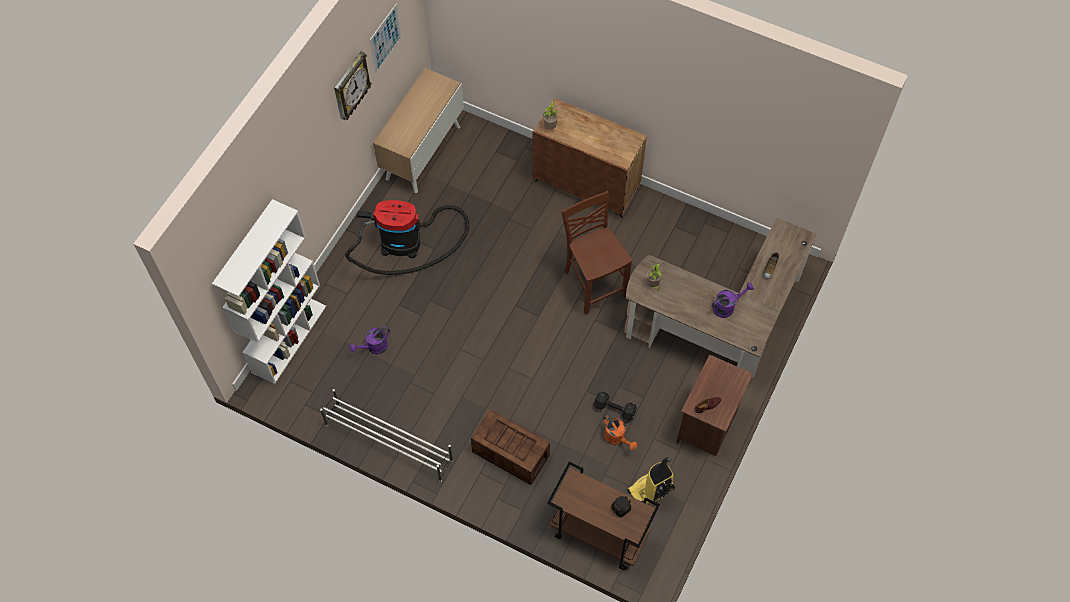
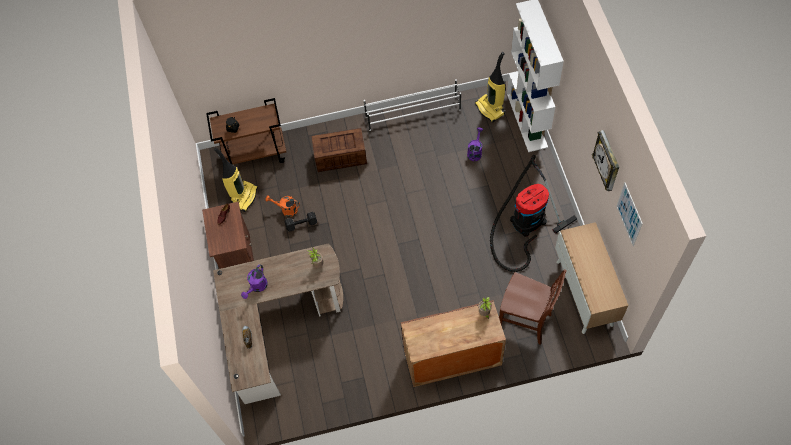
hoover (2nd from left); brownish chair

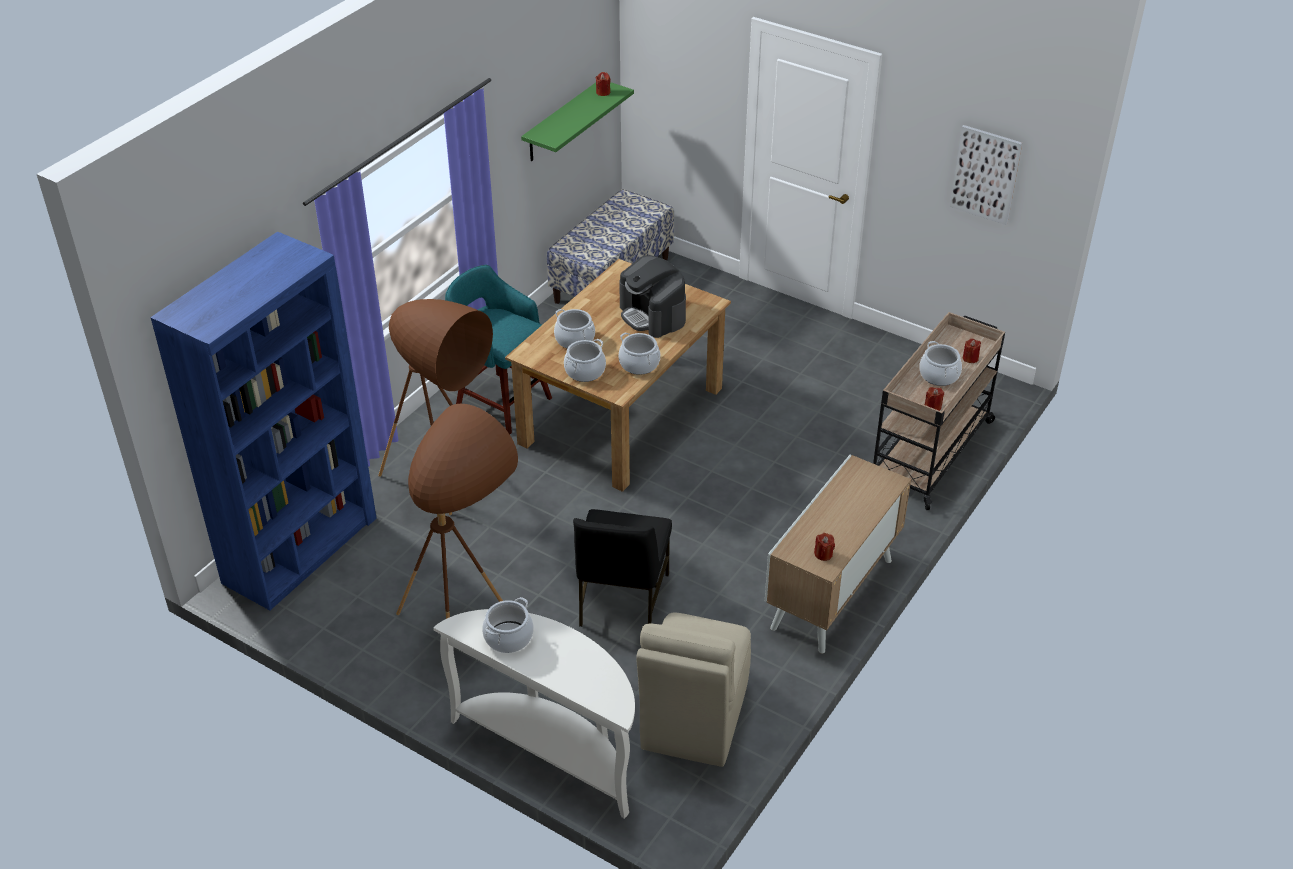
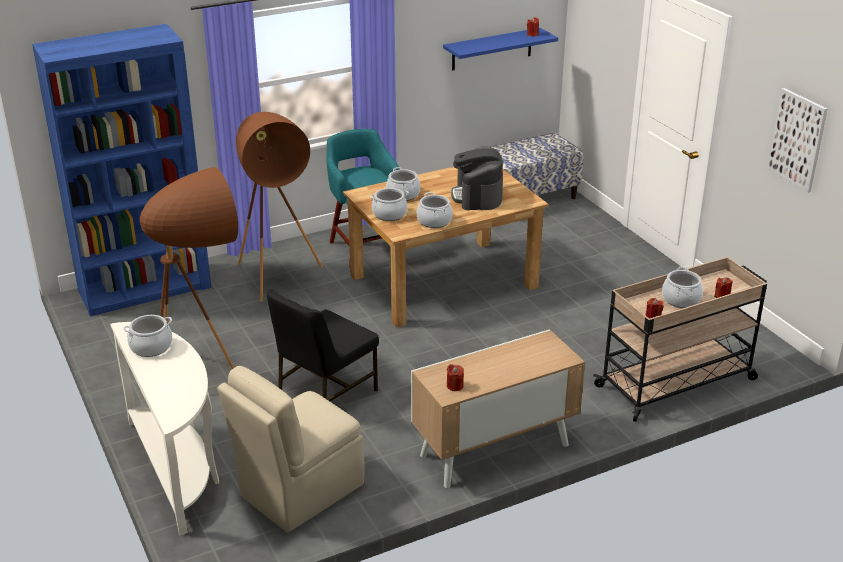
bluish bracket shelf

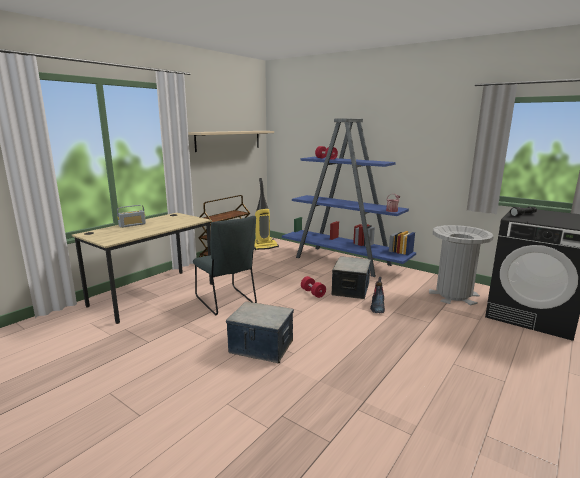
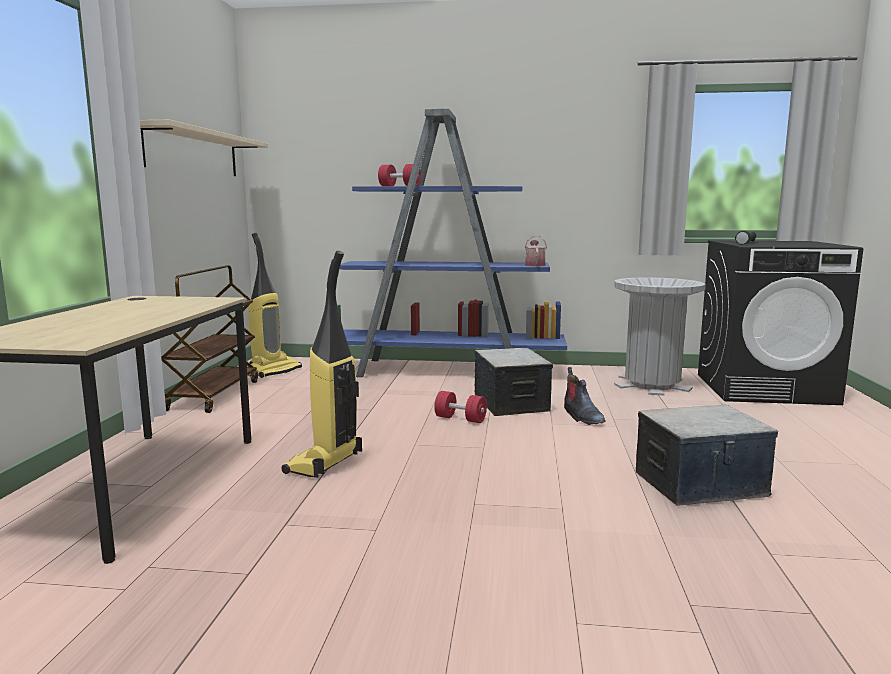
hoover (2nd from left); storage box (2nd from left); radio receiver

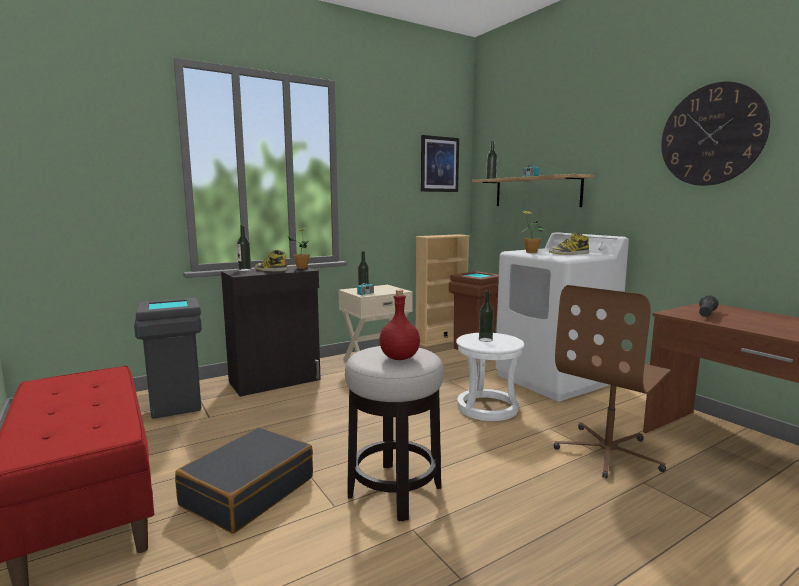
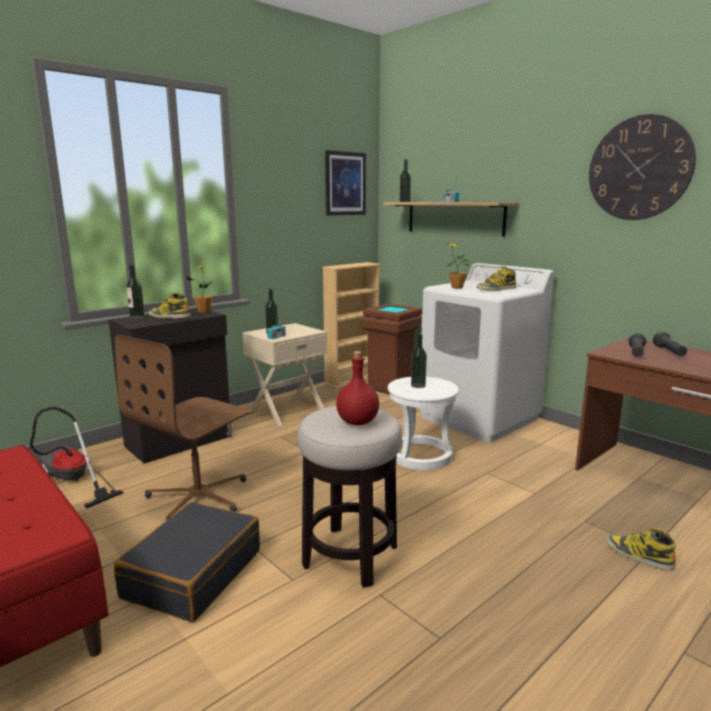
hoover; brownish computer chair; high-top boot (3rd from left); black-coloured flashlight (2nd from left)

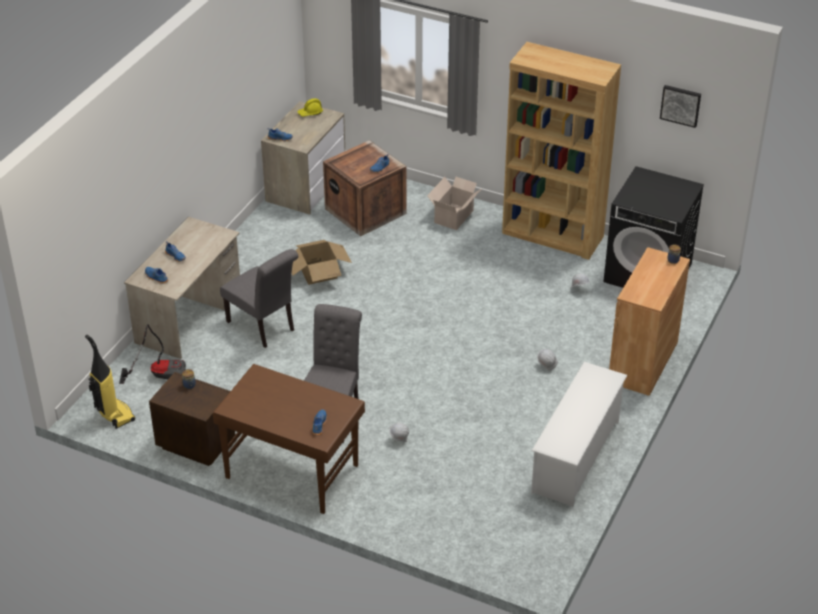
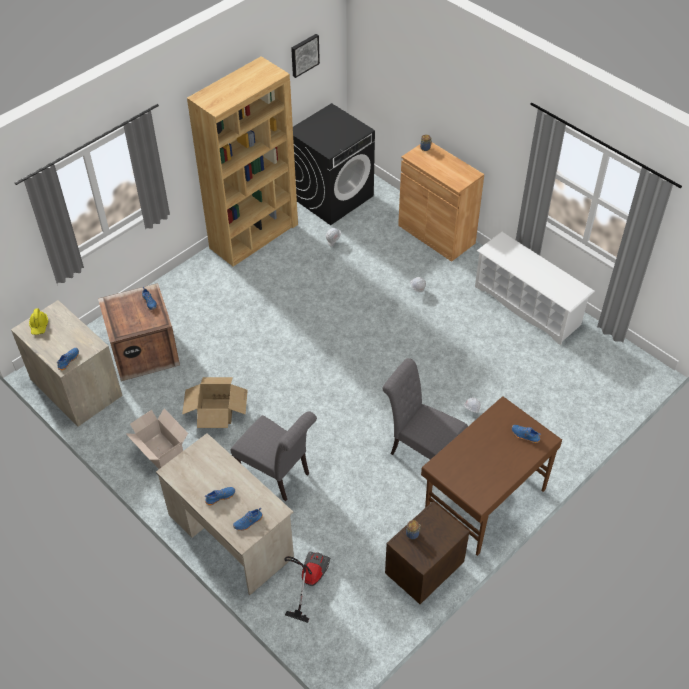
carton (1st from left); gray chair (1st from left); hoover (1st from left in the first image)

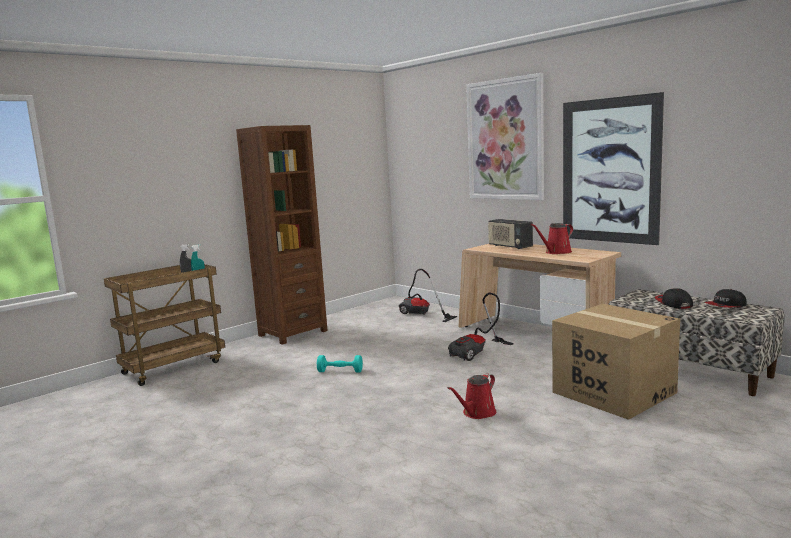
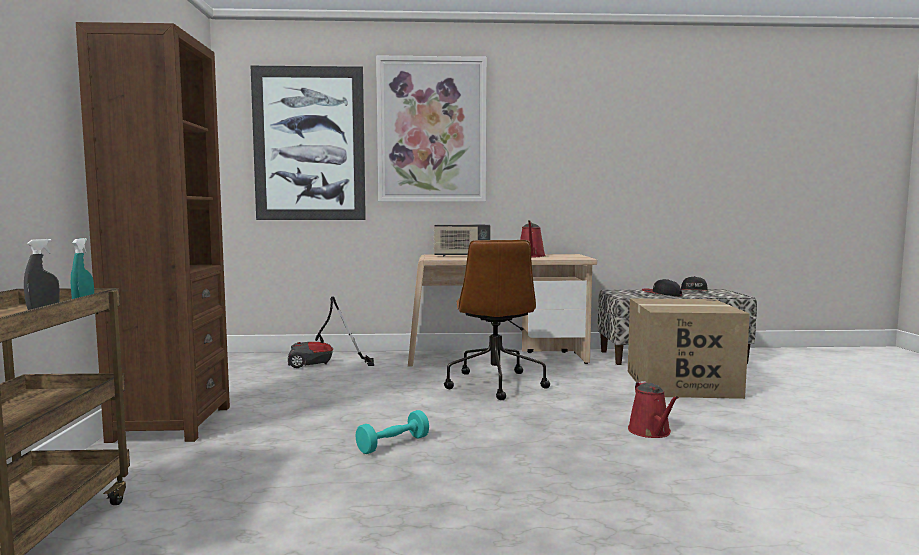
wall picture (1st from left); brownish computer chair

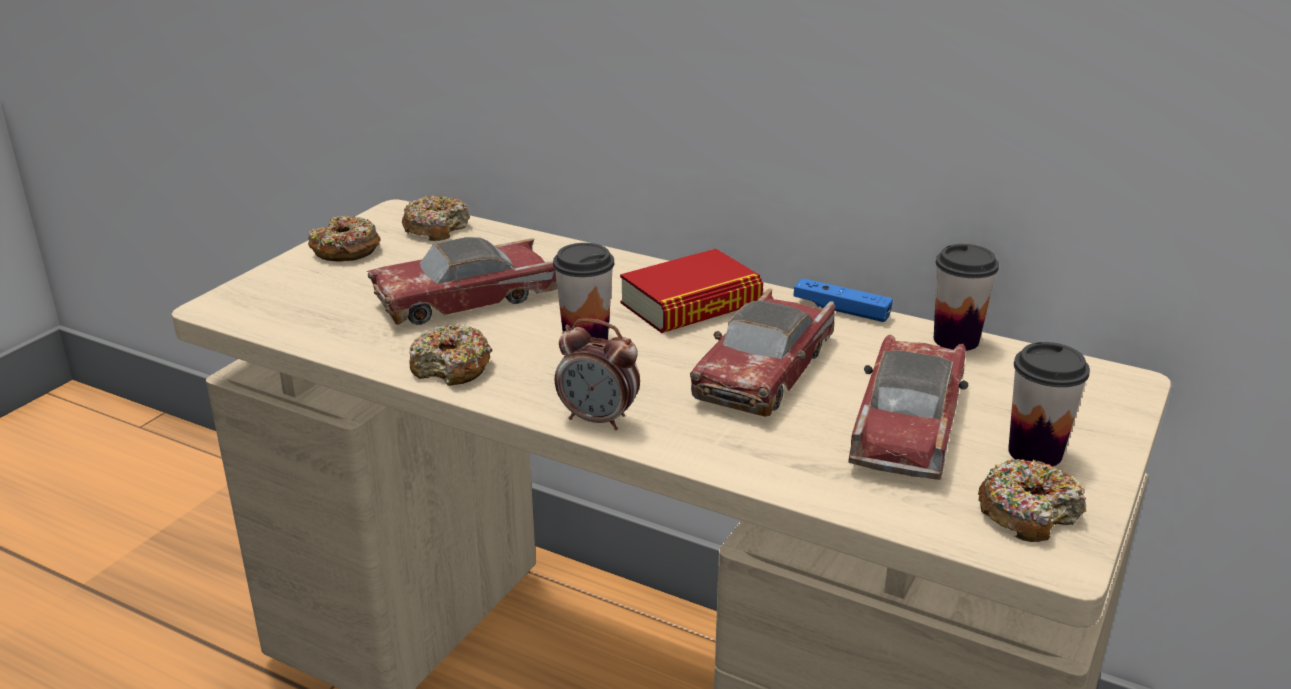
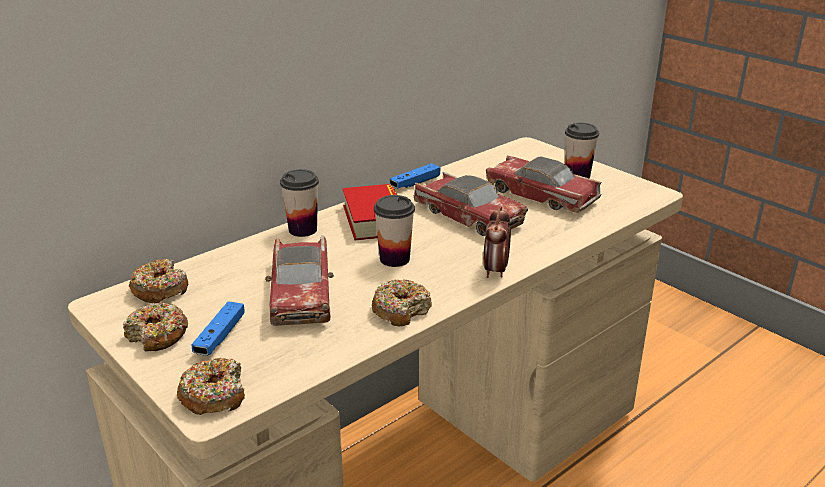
doughnut (3rd from left); bluish gamepad (1st from left); small cup (1st from left); bedside clock

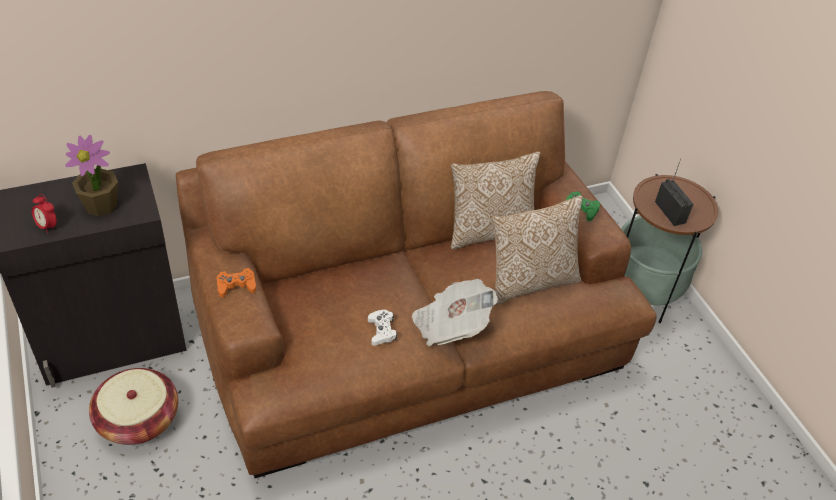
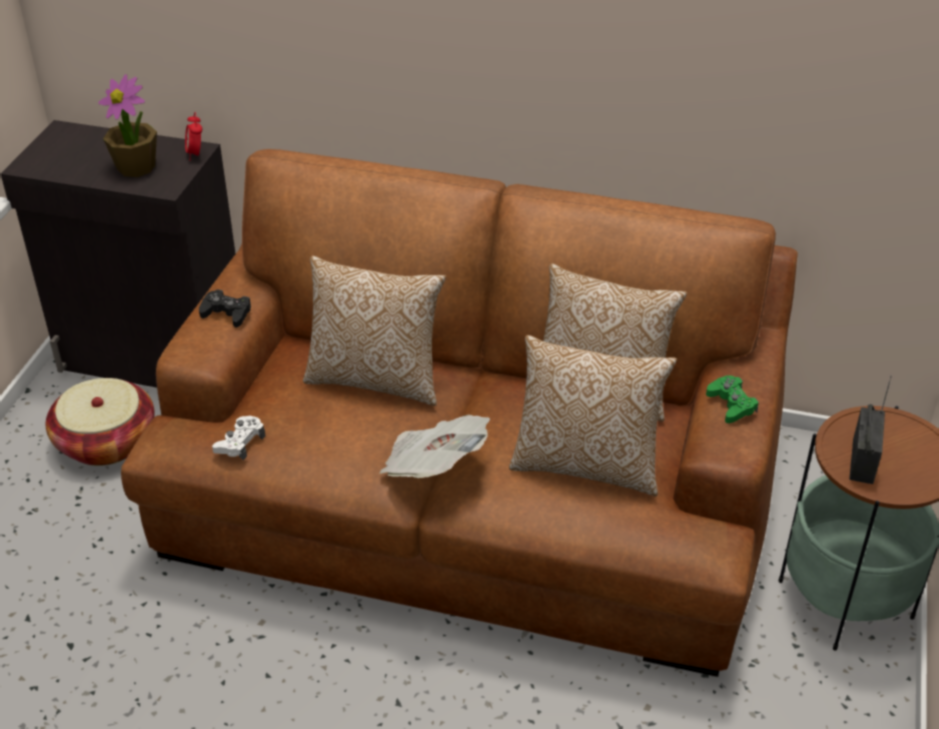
bedside clock; black-coloured gamepad; whitish gamepad; cushion (1st from left)

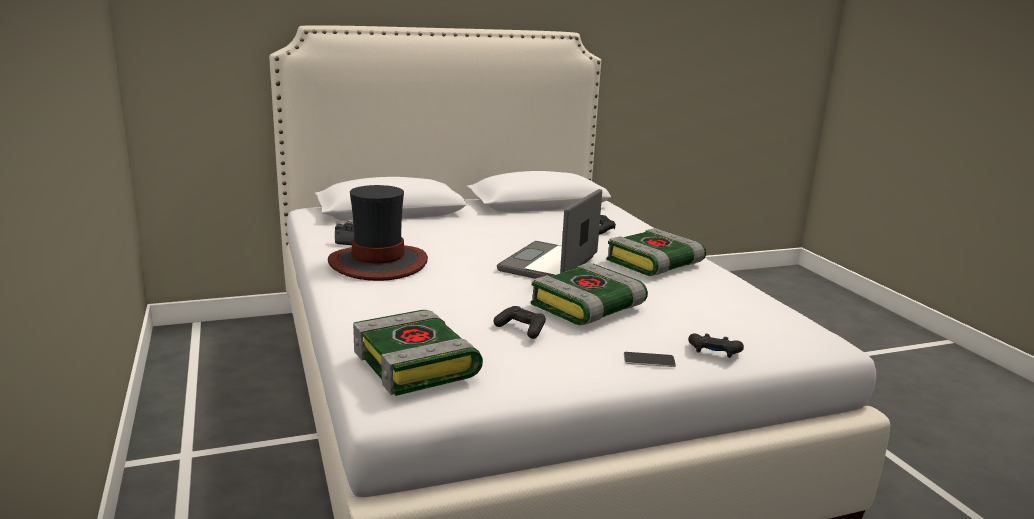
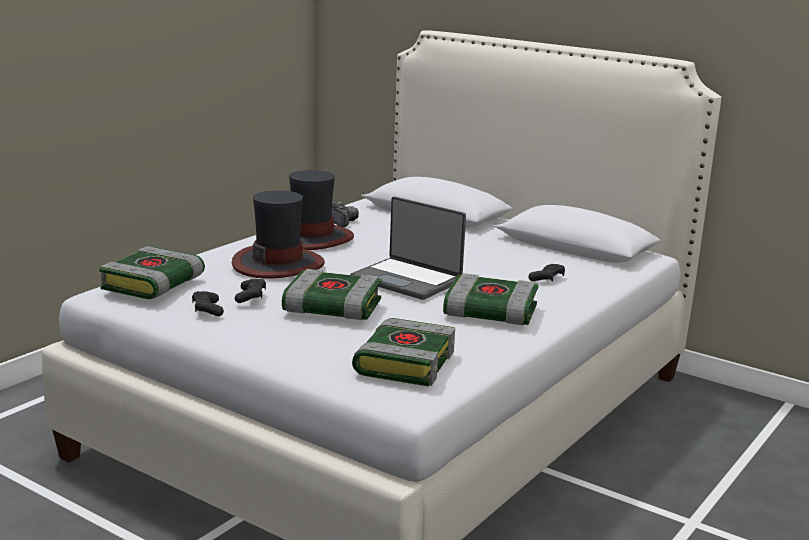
black-coloured gamepad (1st from left); hat (1st from left); portable computer; book (3rd from left); handset

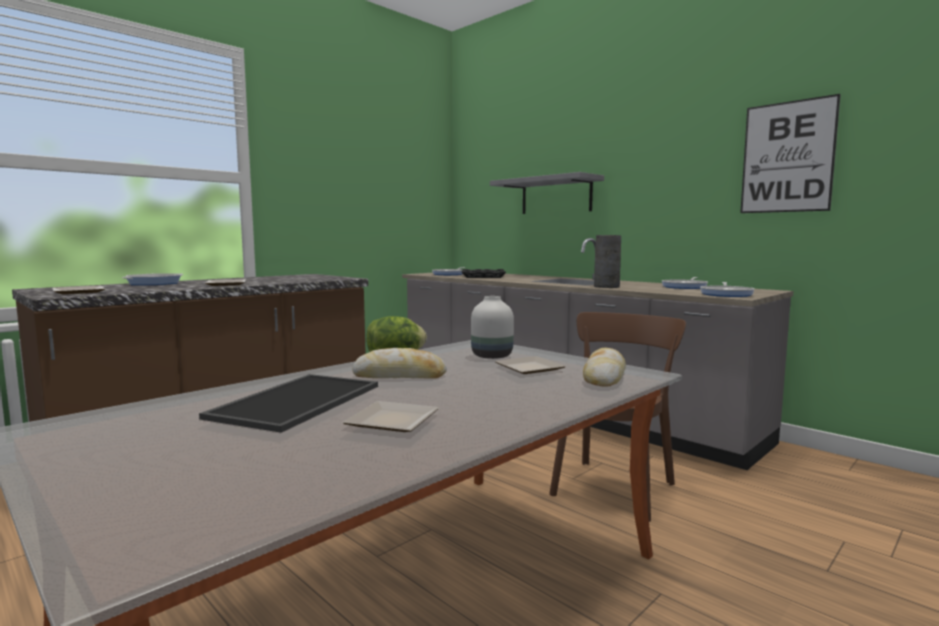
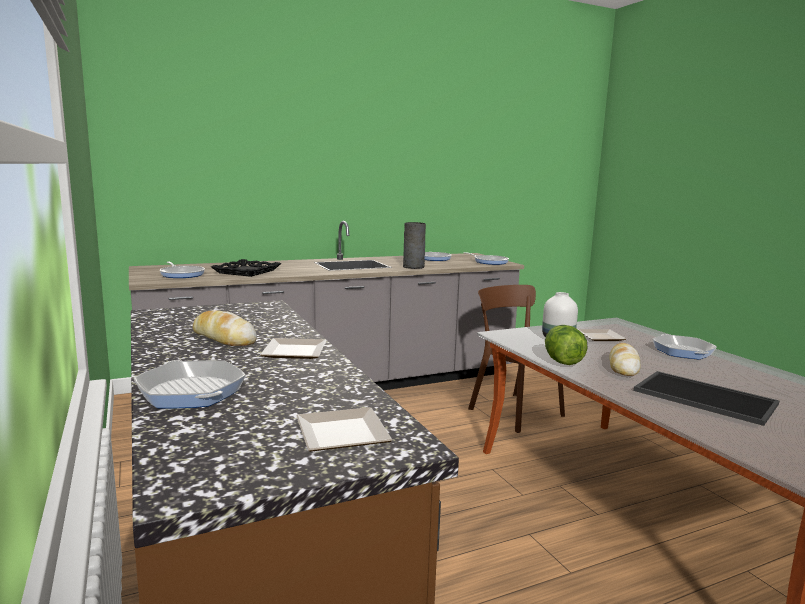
bakery bread (1st from left); skillet (5th from left); dinner plate (3rd from left in the first image); gray bracket shelf; wall picture

